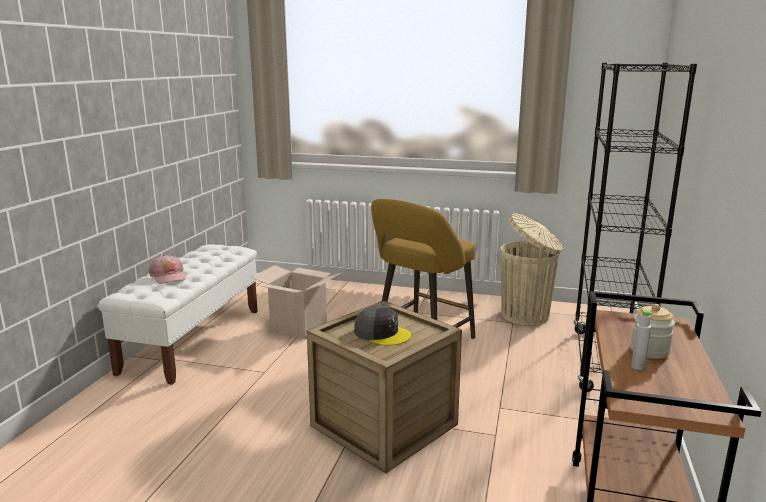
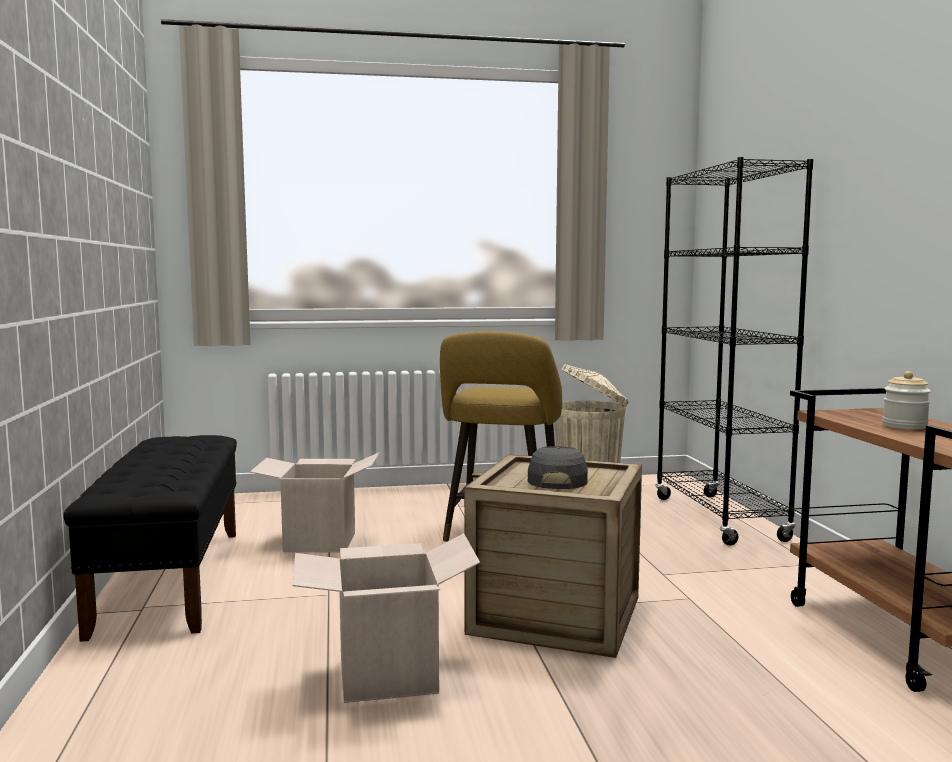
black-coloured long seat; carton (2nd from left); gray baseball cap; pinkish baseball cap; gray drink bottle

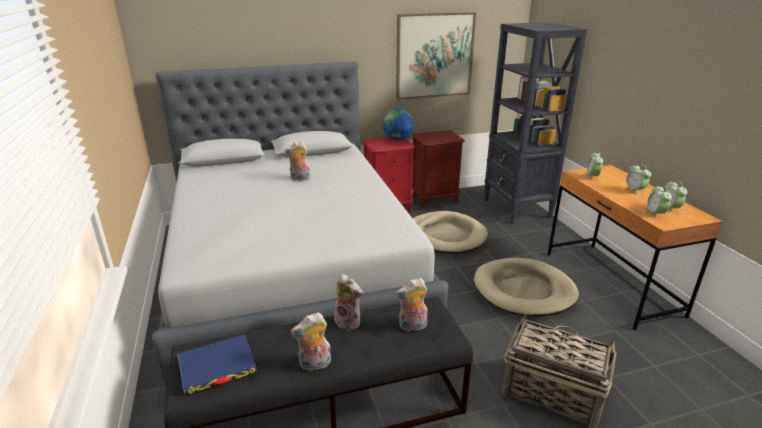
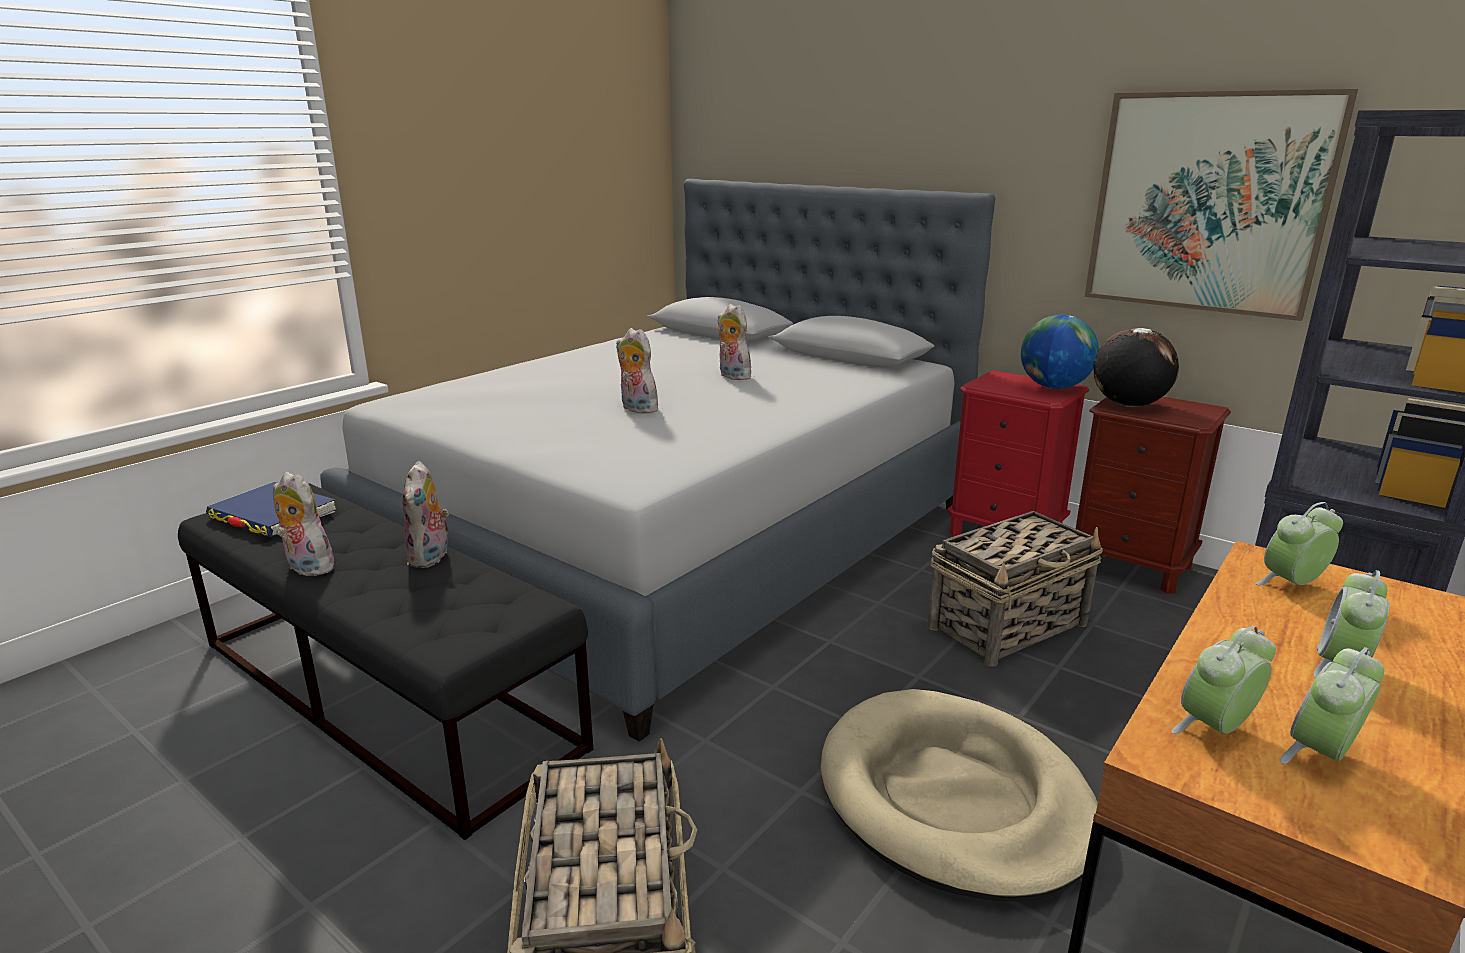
cuddly toy (3rd from left); household basket (2nd from left); globe (2nd from left)

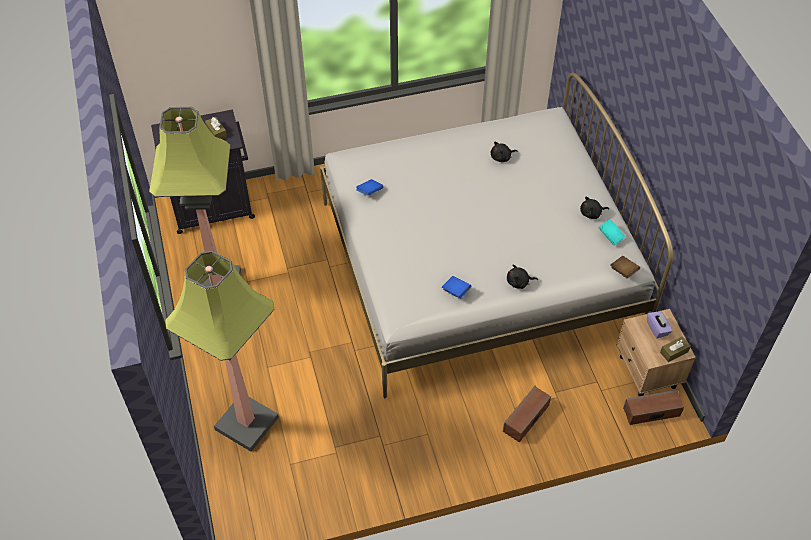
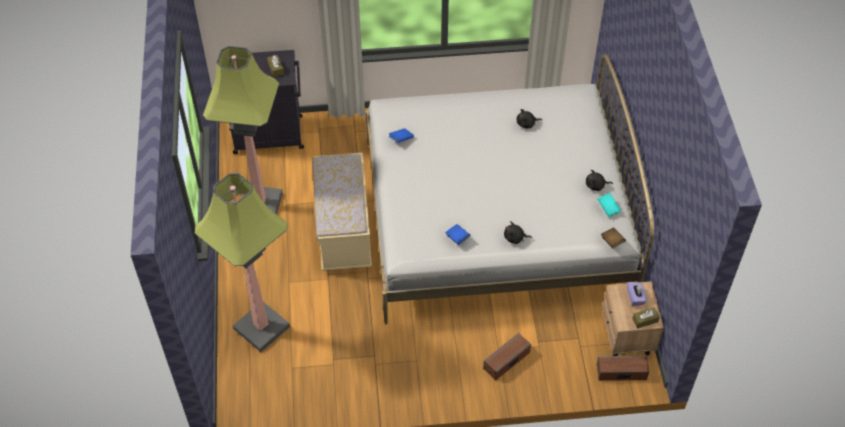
beige long seat

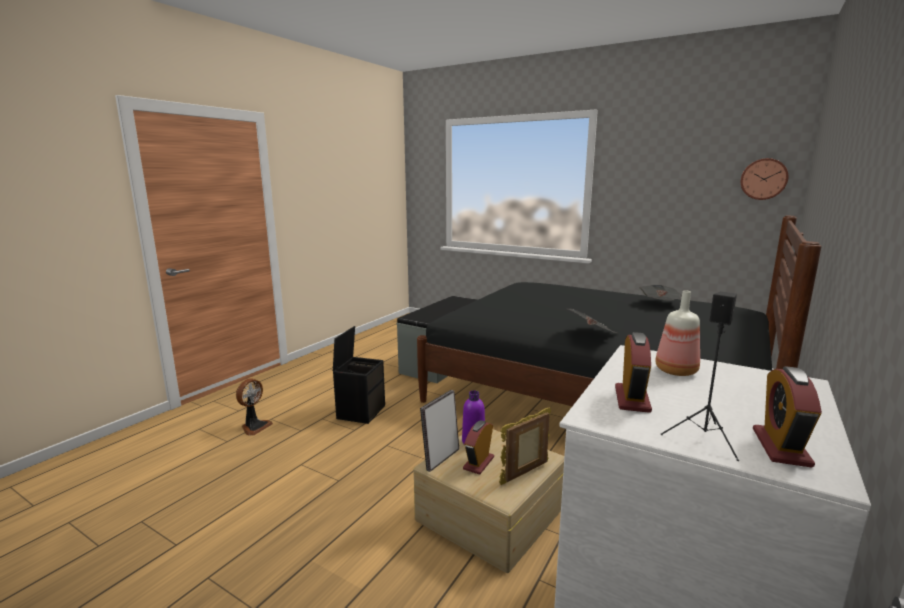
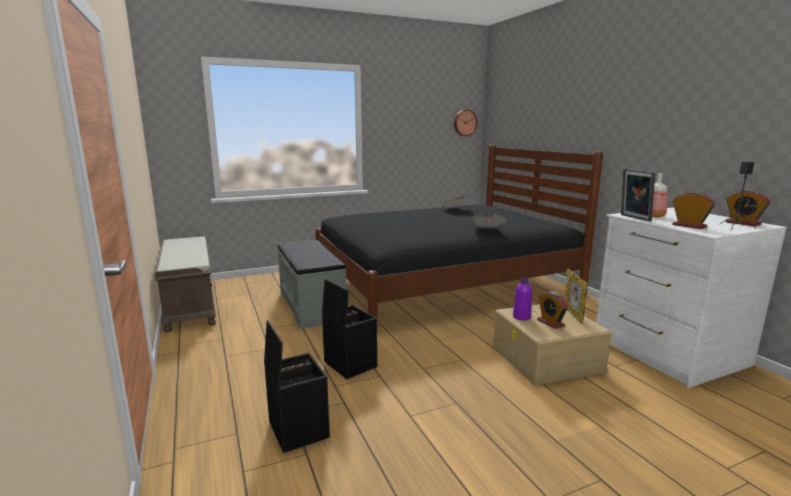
brownish long seat; black-coloured storage box (1st from left); photo frame (2nd from left)

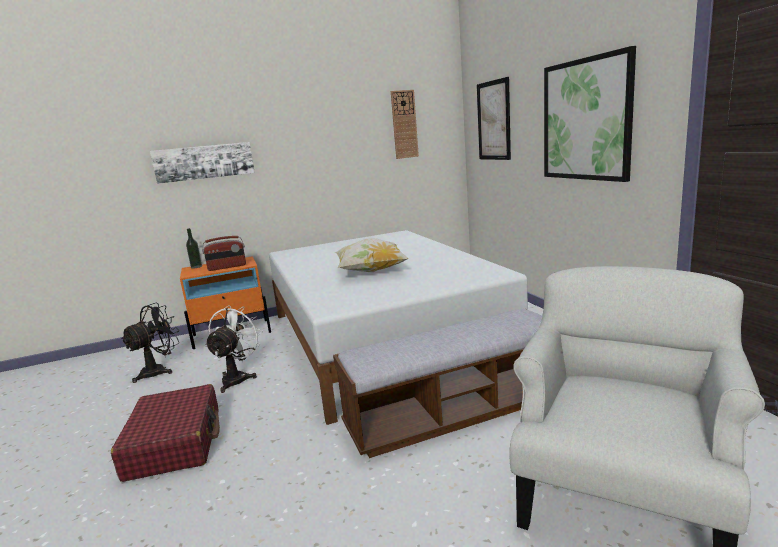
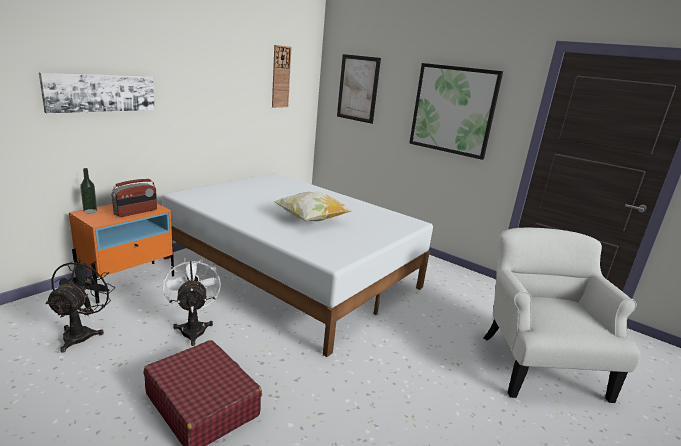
long seat

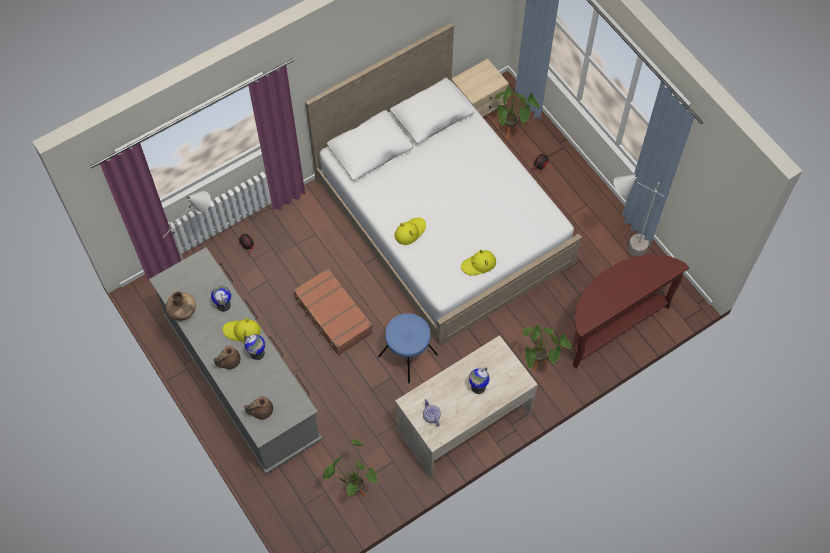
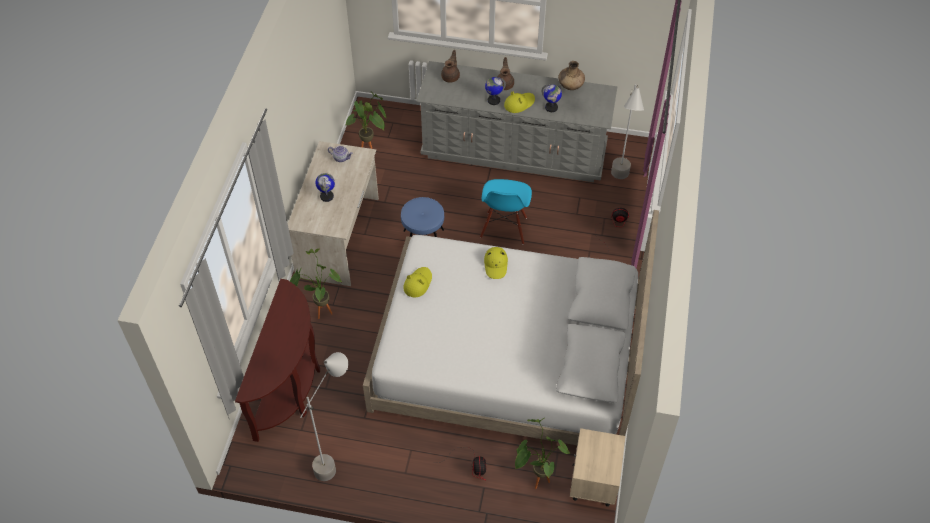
bluish chair

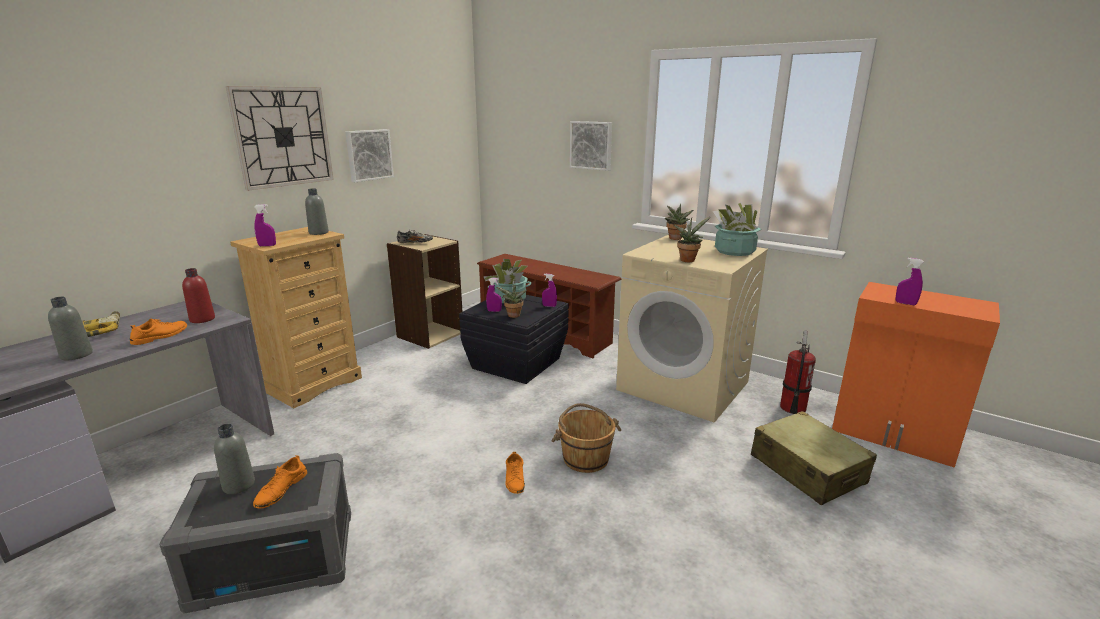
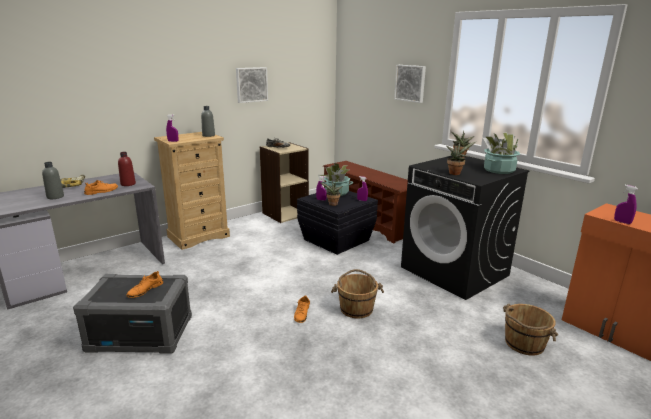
black-coloured washing machine; brownish pail (2nd from left); gray drink bottle (2nd from left in the first image); hanging clock; fire extinguisher

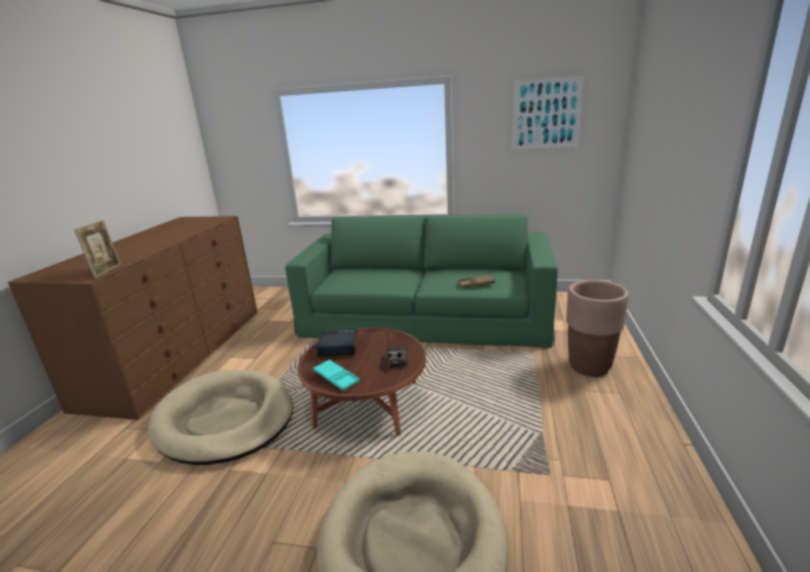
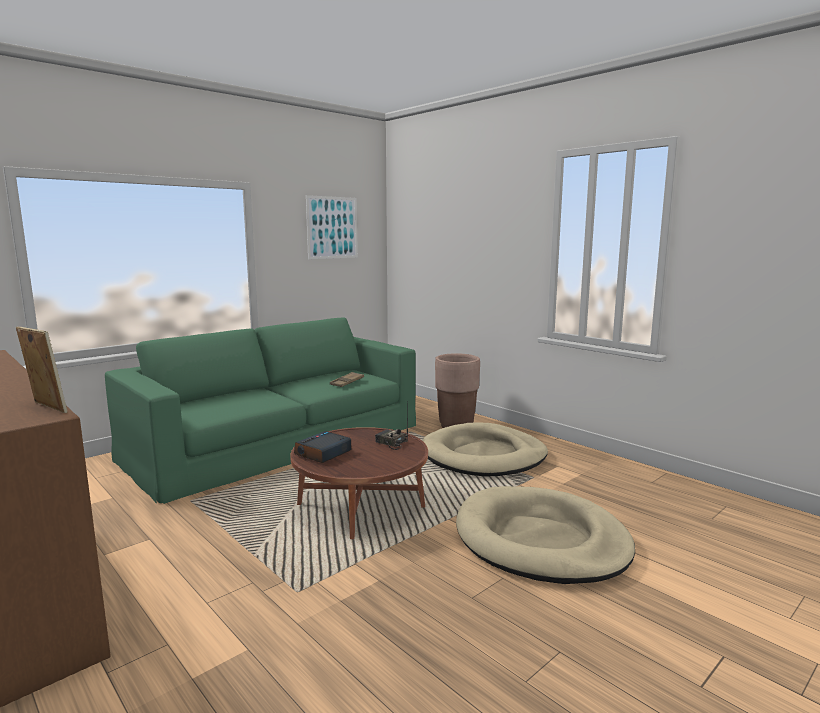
beige pet bed (1st from left); turquoise-coloured carrying tray

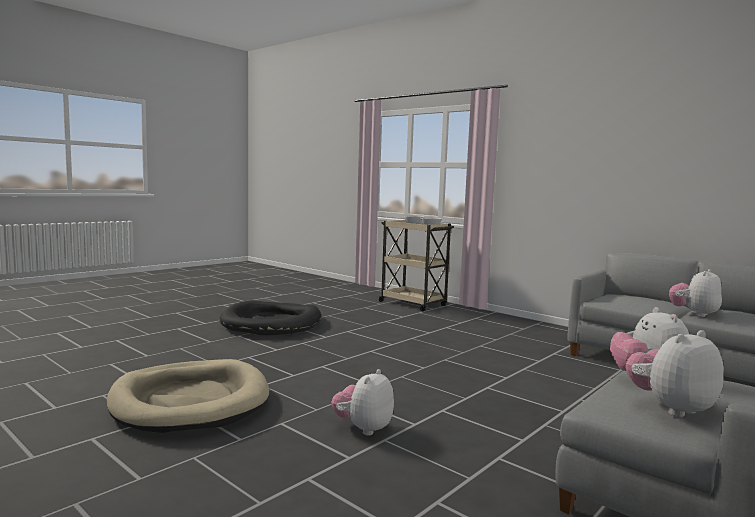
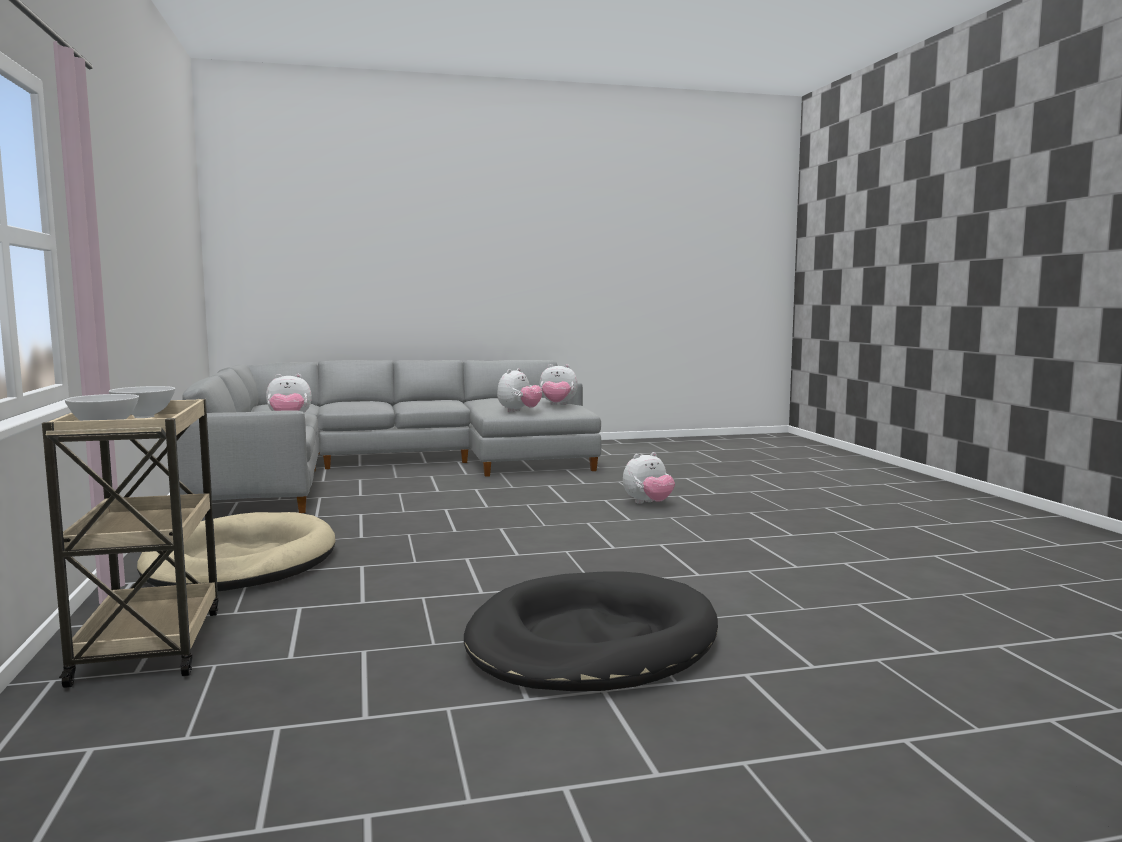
beige pet bed

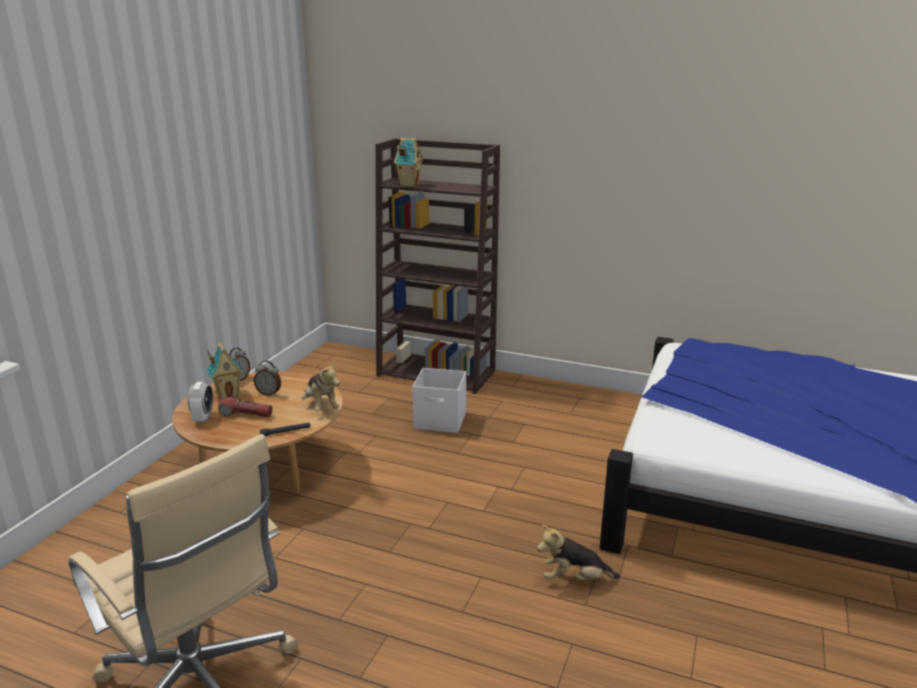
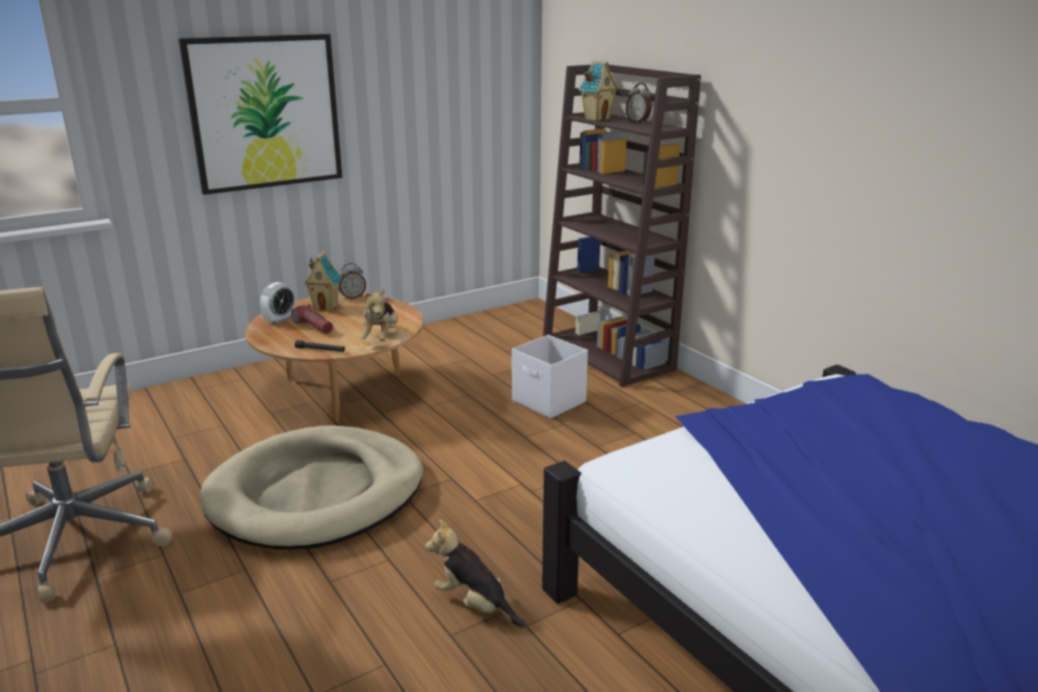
wall picture; beige pet bed; bedside clock (3rd from left)

